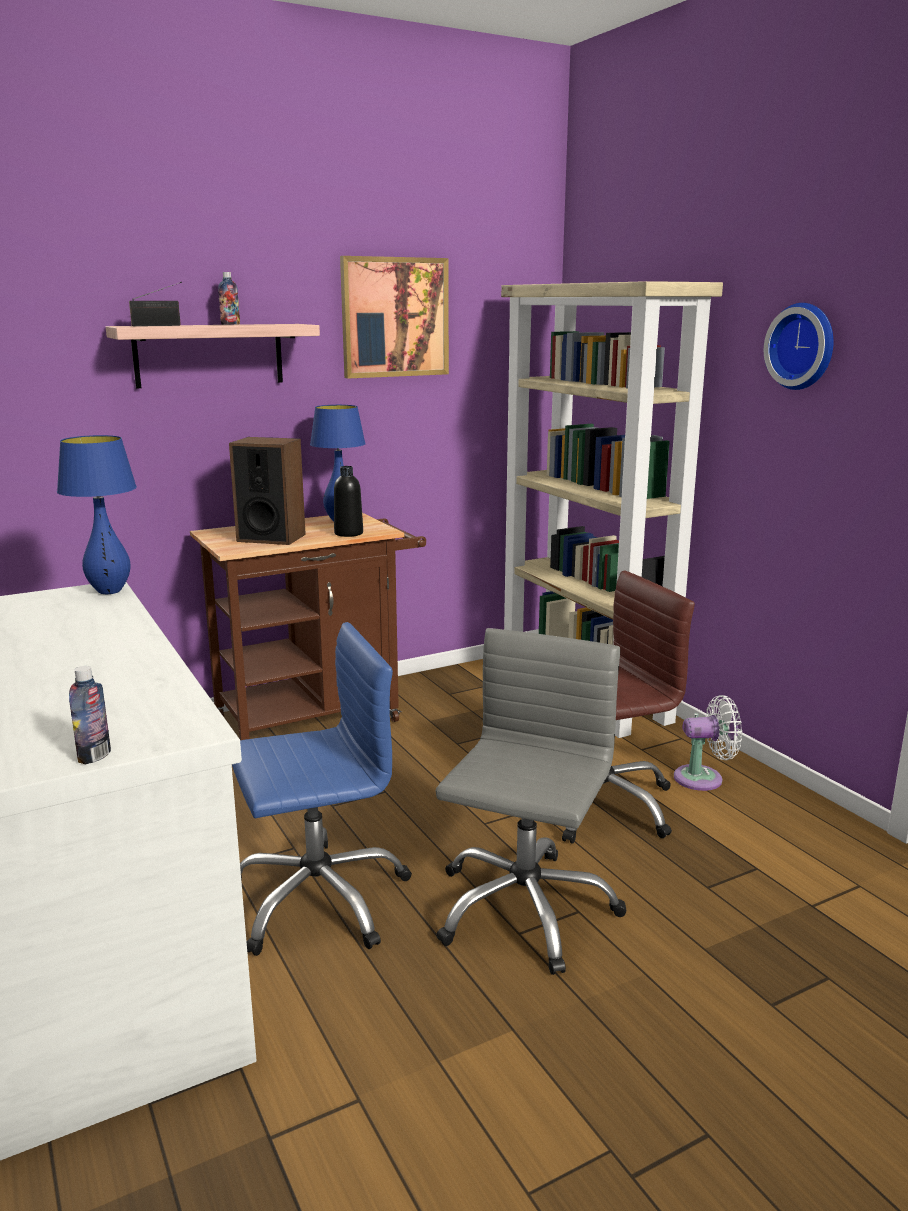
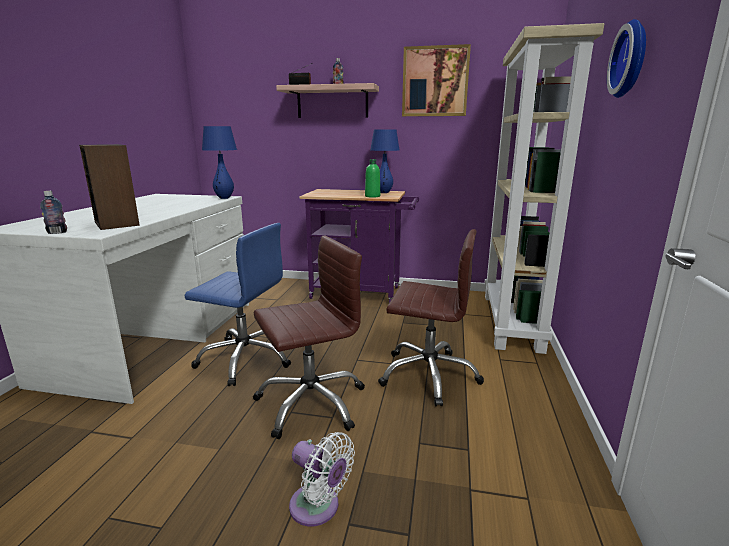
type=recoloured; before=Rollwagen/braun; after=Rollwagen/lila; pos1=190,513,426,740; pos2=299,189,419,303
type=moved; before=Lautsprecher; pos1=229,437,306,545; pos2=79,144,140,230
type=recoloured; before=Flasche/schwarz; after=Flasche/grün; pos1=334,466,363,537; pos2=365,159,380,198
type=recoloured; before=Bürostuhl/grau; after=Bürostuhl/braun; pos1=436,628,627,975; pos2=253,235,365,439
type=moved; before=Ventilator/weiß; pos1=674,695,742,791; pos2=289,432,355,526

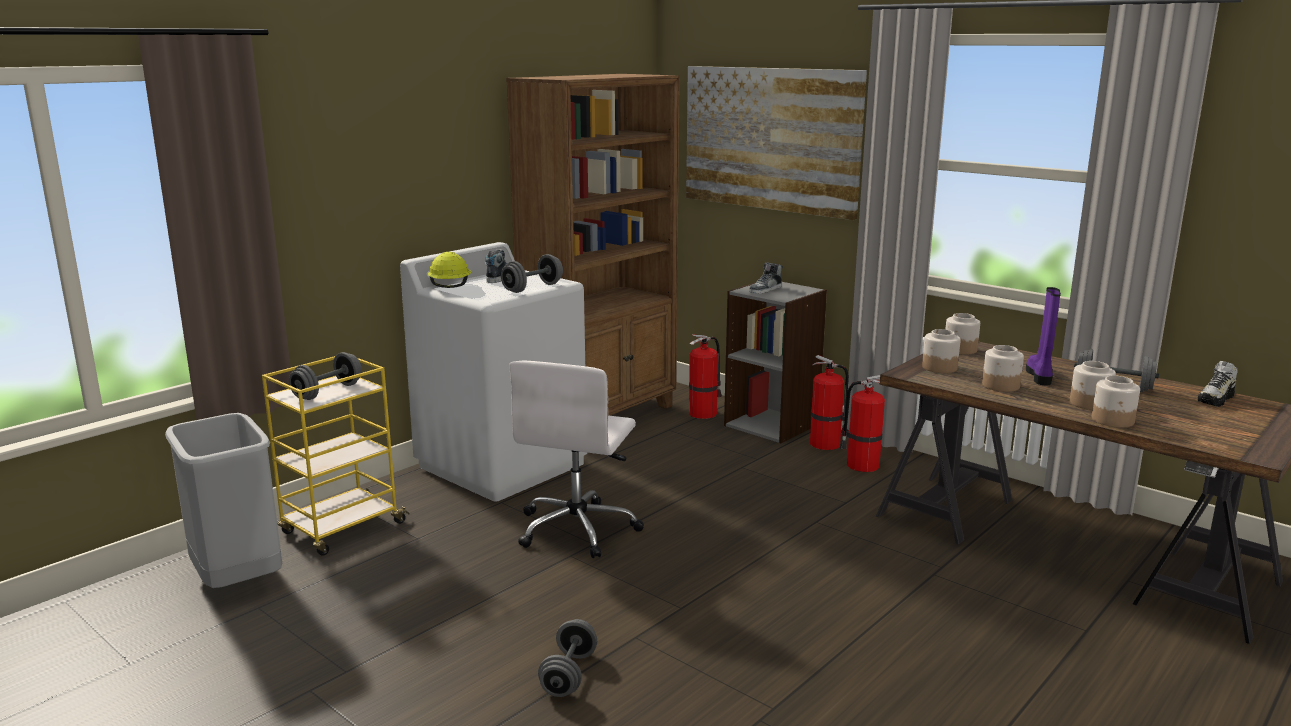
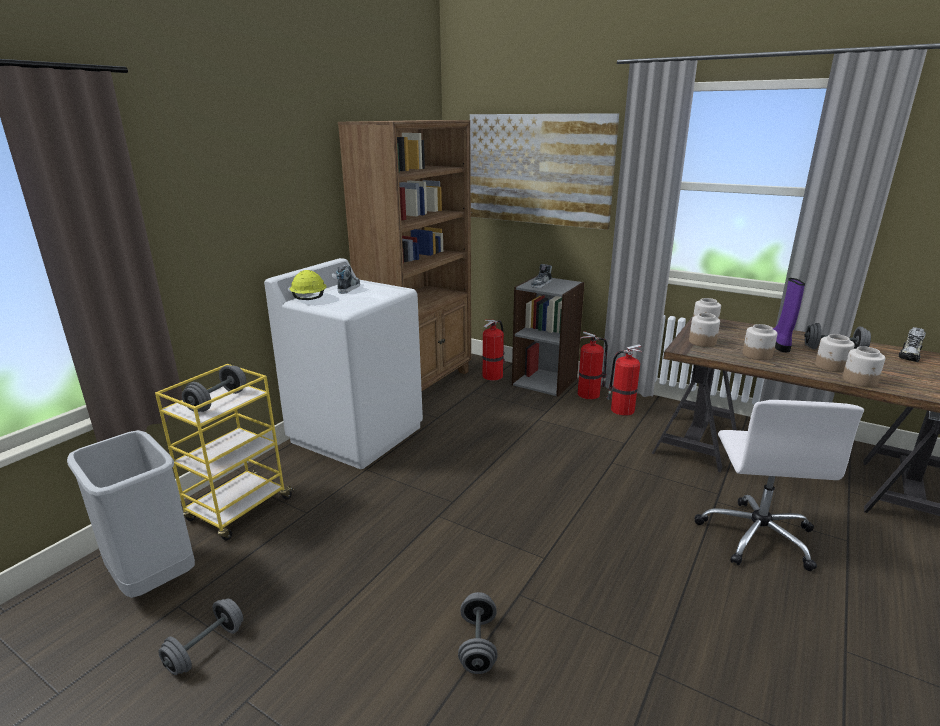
type=moved; before=Hantel/grau; pos1=501,254,563,293; pos2=158,598,243,675
type=moved; before=Bürostuhl/weiß; pos1=509,360,644,558; pos2=694,400,864,571

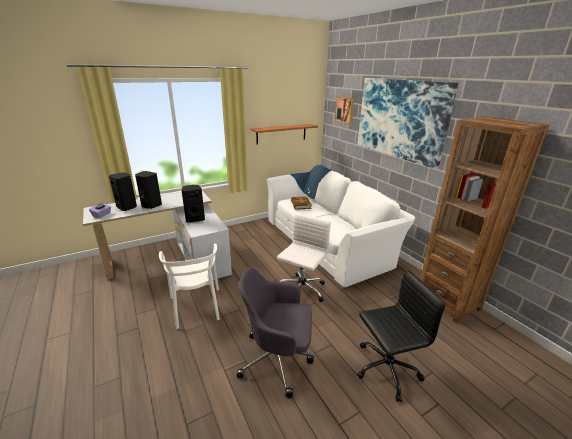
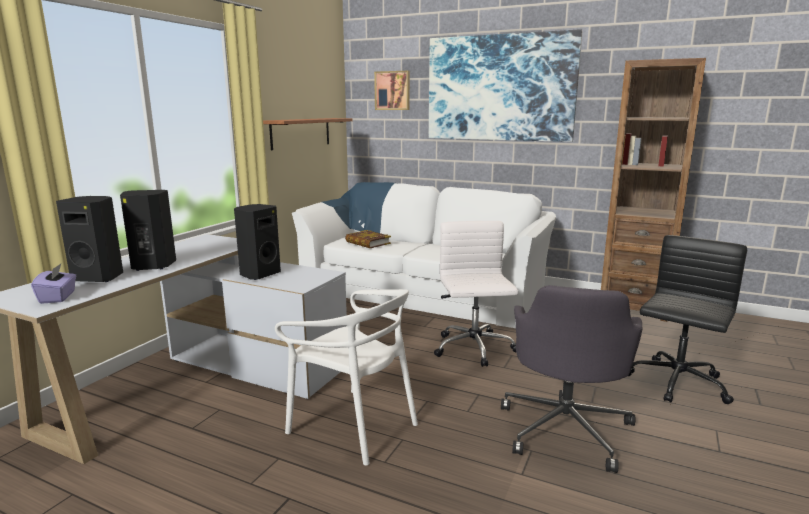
type=turned; before=Bürostuhl/grau; pos1=237,267,314,398; pos2=501,285,643,473; turn=-45

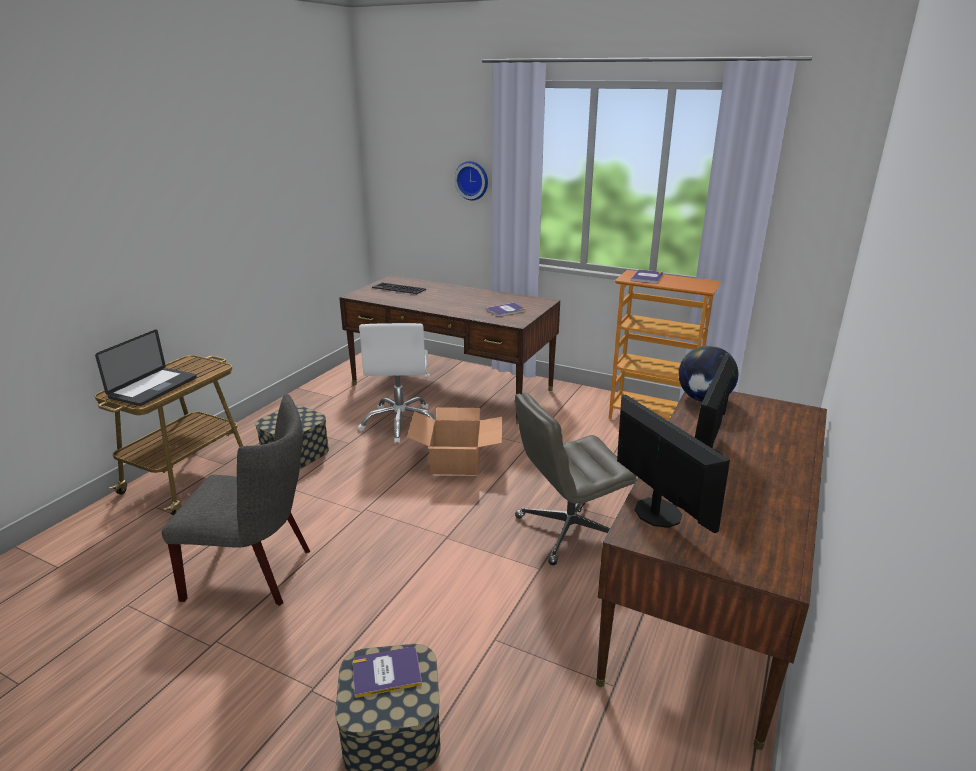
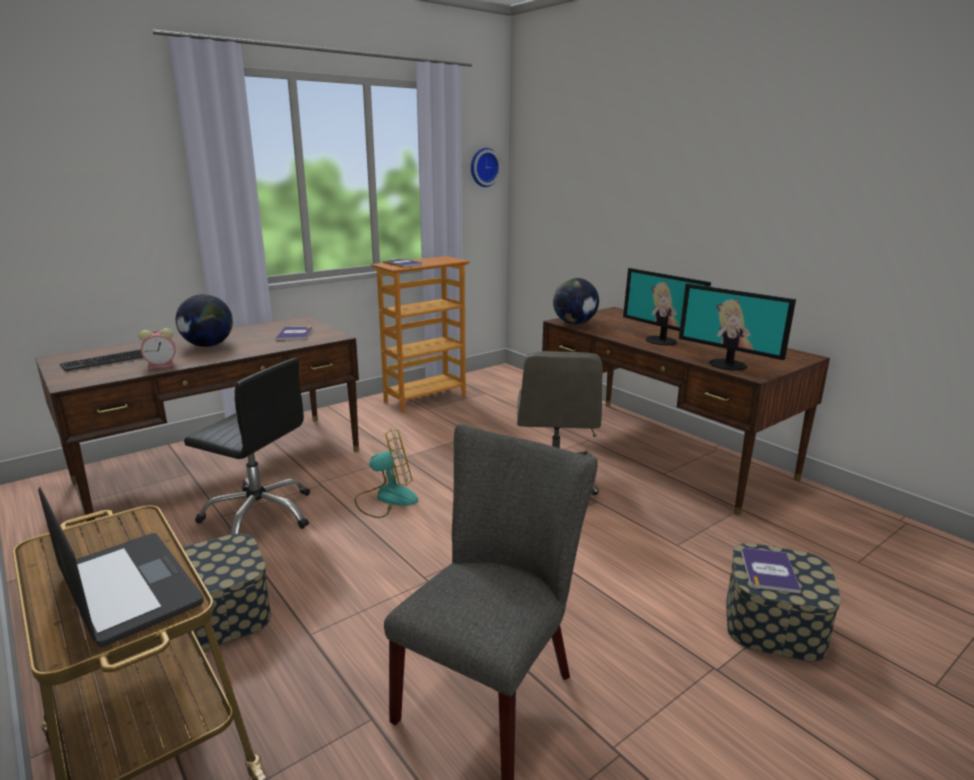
type=recoloured; before=Bürostuhl/weiß; after=Bürostuhl/schwarz; pos1=358,323,436,444; pos2=184,358,310,534
type=replaced; before=Karton; after=Ventilator; pos1=407,407,502,475; pos2=355,427,418,518
type=moved; before=Wanduhr; pos1=454,161,488,201; pos2=471,148,501,187
type=turned; before=Monitor; pos1=617,394,730,533; pos2=679,283,796,371; turn=-135
type=added; after=Wecker; pos2=139,328,176,369
type=added; after=Globus; pos2=176,294,233,347

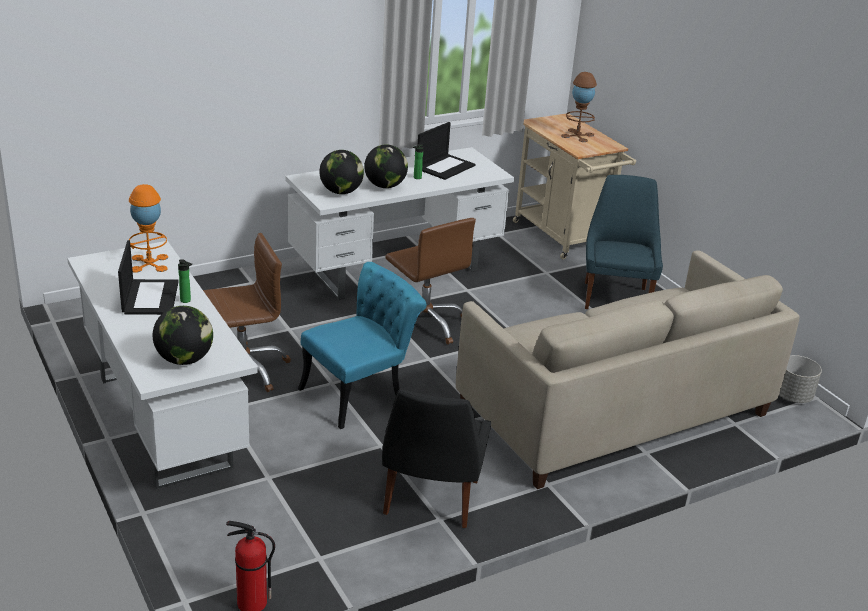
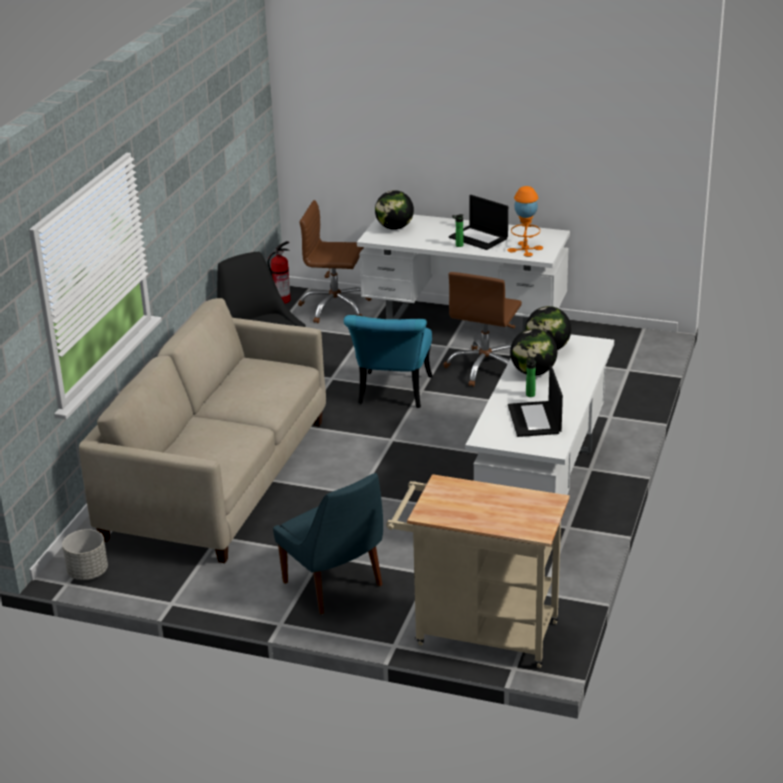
type=moved; before=Bürostuhl/braun; pos1=385,218,476,345; pos2=298,200,372,323
type=removed; before=Tischlampe/braun; pos1=561,72,597,142

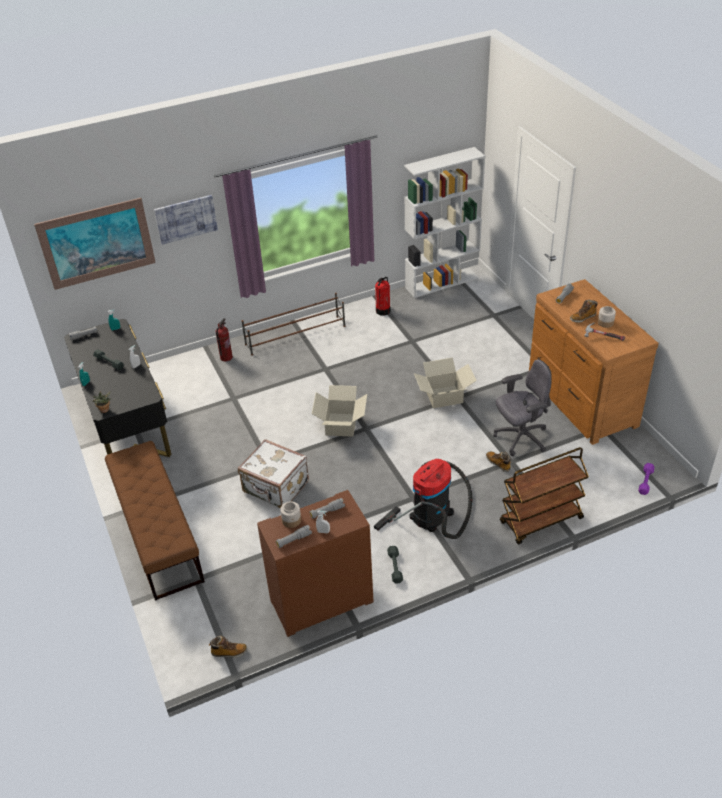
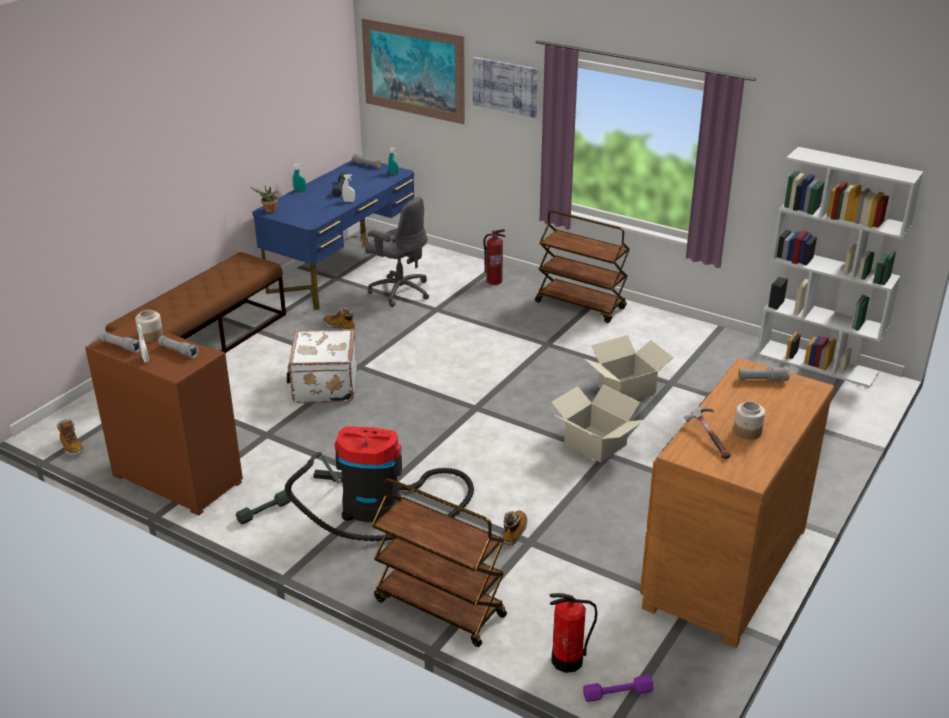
type=recoloured; before=Schreibtisch/schwarz; after=Schreibtisch/blau; pos1=64,319,171,457; pos2=252,160,414,310
type=replaced; before=Schuhregal/braun; after=Rollwagen/braun; pos1=242,293,345,355; pos2=535,210,630,323
type=moved; before=Karton; pos1=312,385,367,437; pos2=585,335,674,400
type=moved; before=Feuerlöscher; pos1=375,277,390,316; pos2=550,593,597,673
type=moved; before=Bürostuhl/grau; pos1=493,359,552,456; pos2=365,197,429,307
type=moved; before=Stiefel; pos1=570,299,598,323; pos2=323,307,355,329

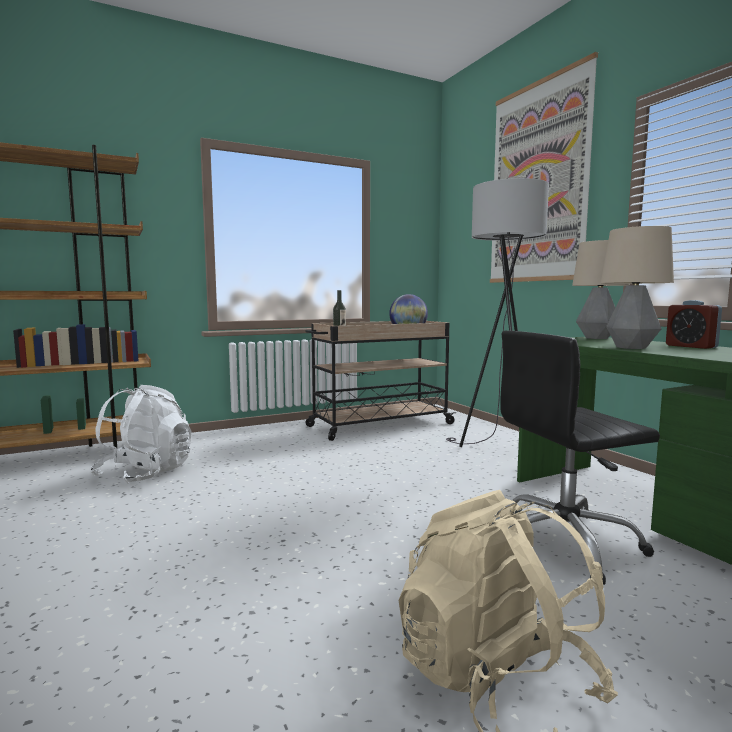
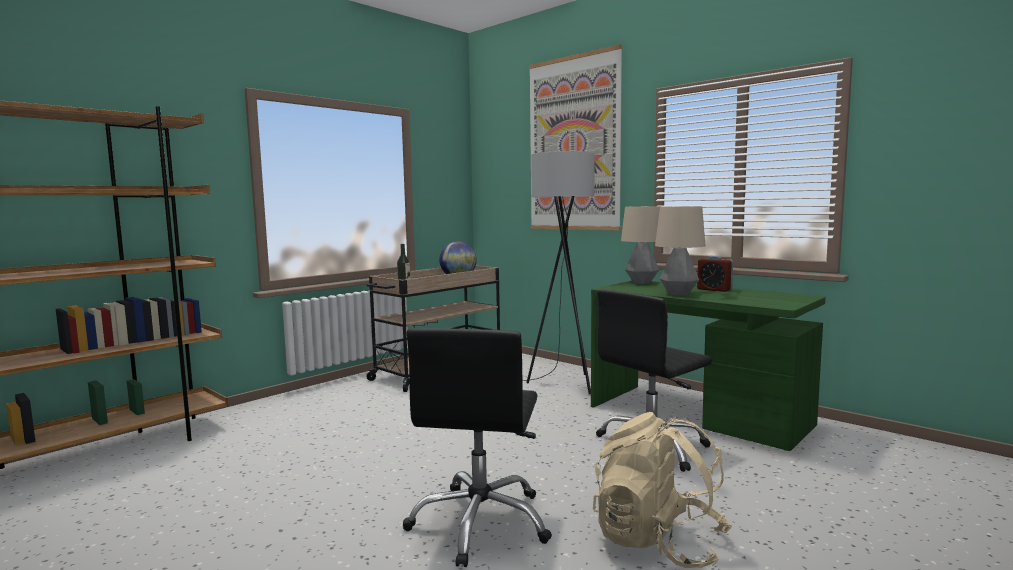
type=removed; before=Rucksack/weiß; pos1=90,385,192,484
type=added; after=Bürostuhl/schwarz; pos2=403,328,552,567

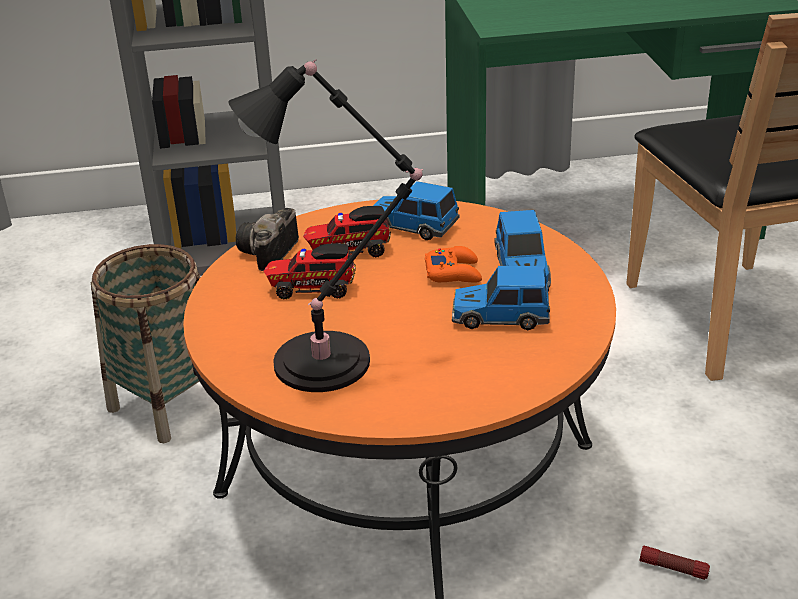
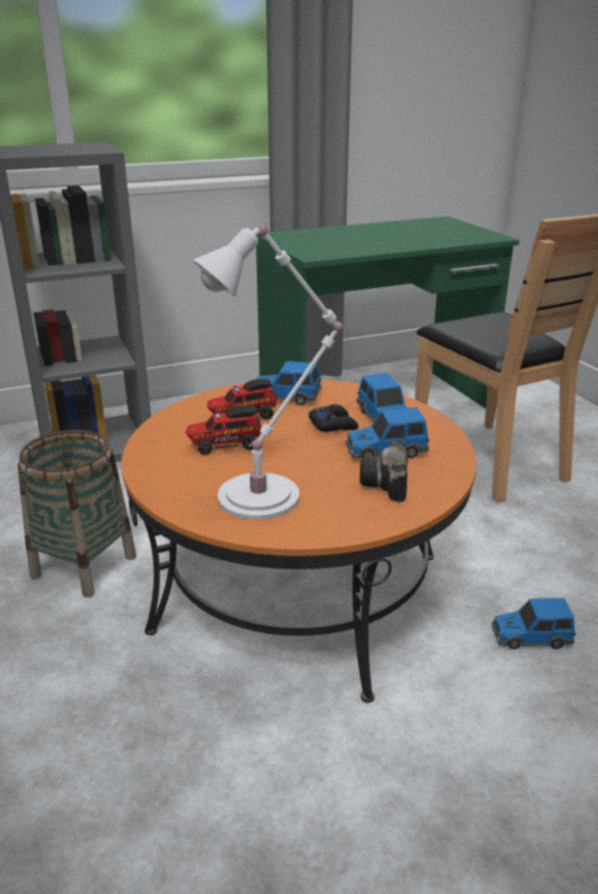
type=recoloured; before=Tischlampe/schwarz; after=Tischlampe/weiß; pos1=228,59,423,392; pos2=193,223,343,520
type=moved; before=Kamera; pos1=236,208,299,271; pos2=360,440,408,502
type=recoloured; before=Gamepad/orange; after=Gamepad/schwarz; pos1=425,246,482,283; pos2=308,404,359,432
type=replaced; before=Taschenlampe; after=Spielzeugauto; pos1=640,545,710,580; pos2=491,598,576,649

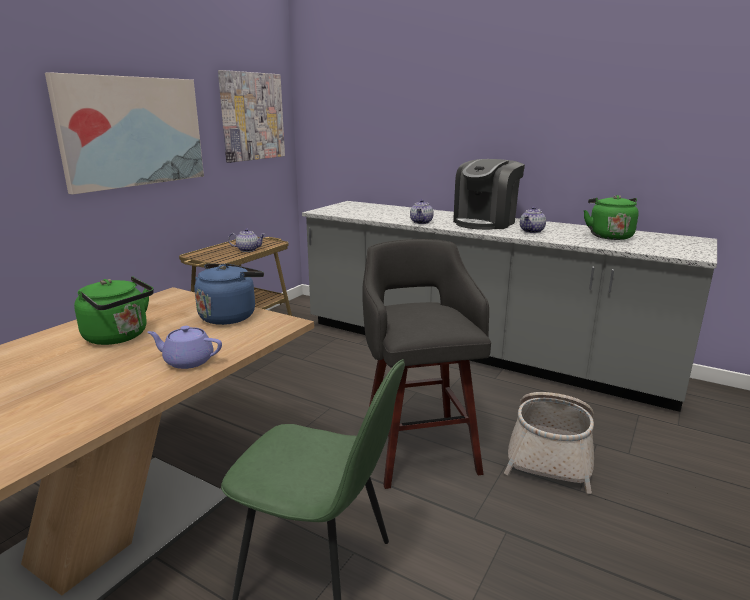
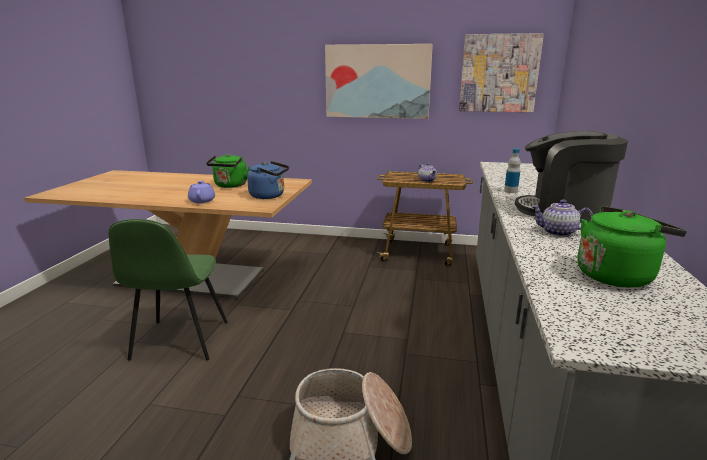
type=removed; before=Hocker/grau; pos1=362,239,491,489
type=replaced; before=Teekanne; after=Flasche; pos1=410,199,434,224; pos2=504,148,521,193

